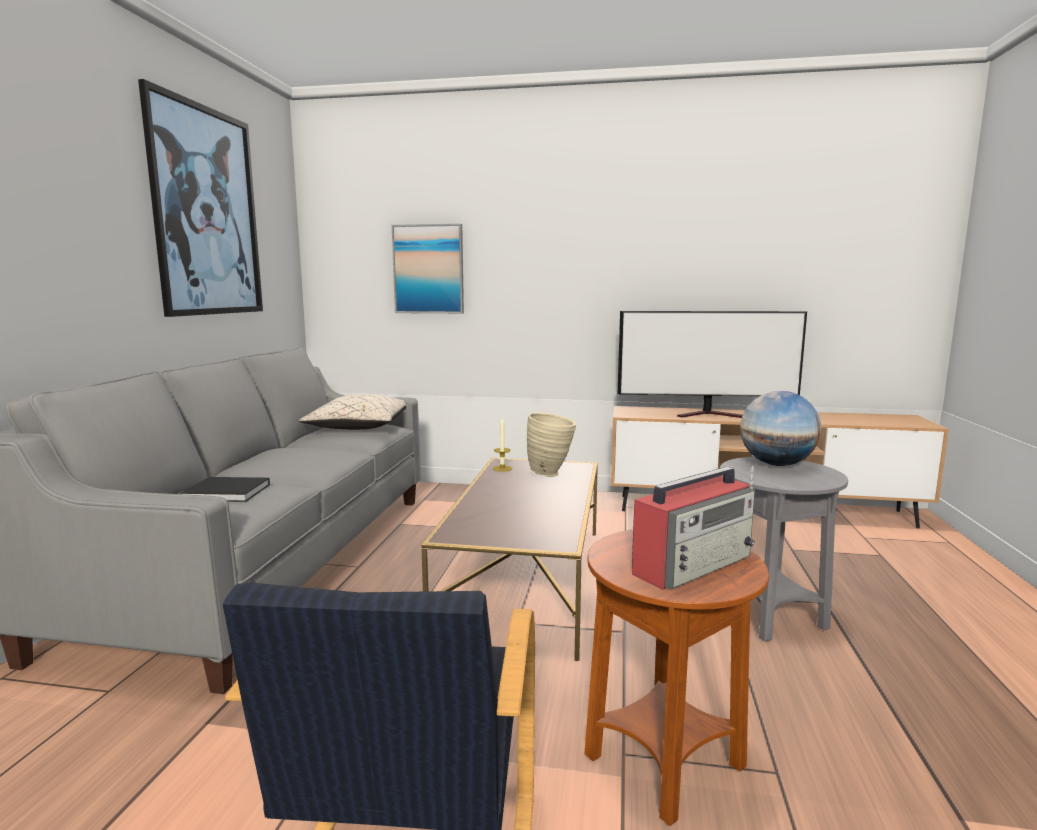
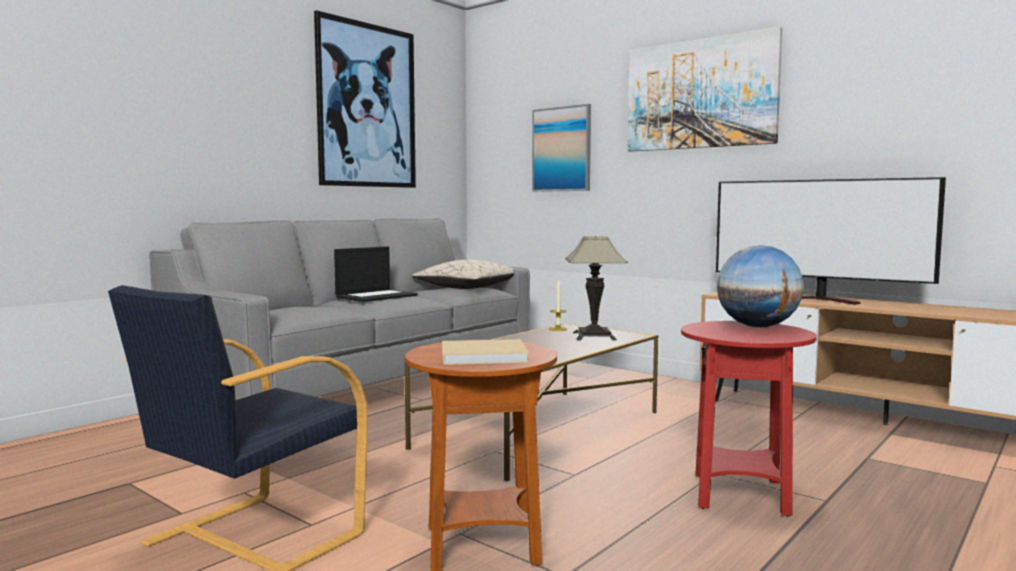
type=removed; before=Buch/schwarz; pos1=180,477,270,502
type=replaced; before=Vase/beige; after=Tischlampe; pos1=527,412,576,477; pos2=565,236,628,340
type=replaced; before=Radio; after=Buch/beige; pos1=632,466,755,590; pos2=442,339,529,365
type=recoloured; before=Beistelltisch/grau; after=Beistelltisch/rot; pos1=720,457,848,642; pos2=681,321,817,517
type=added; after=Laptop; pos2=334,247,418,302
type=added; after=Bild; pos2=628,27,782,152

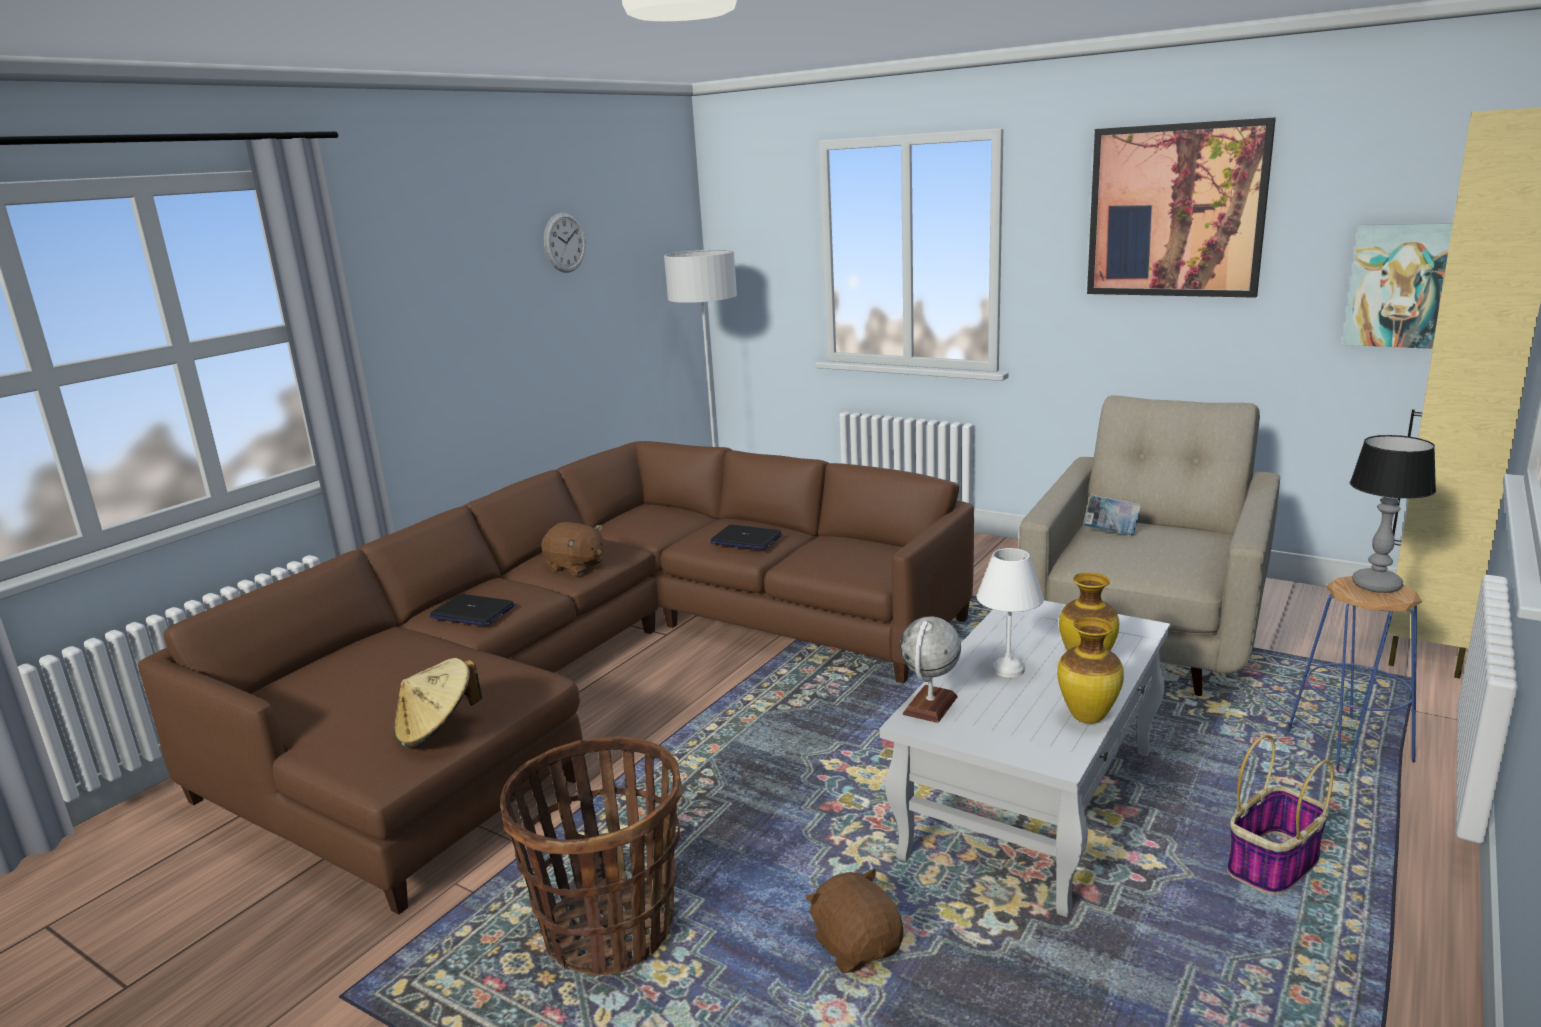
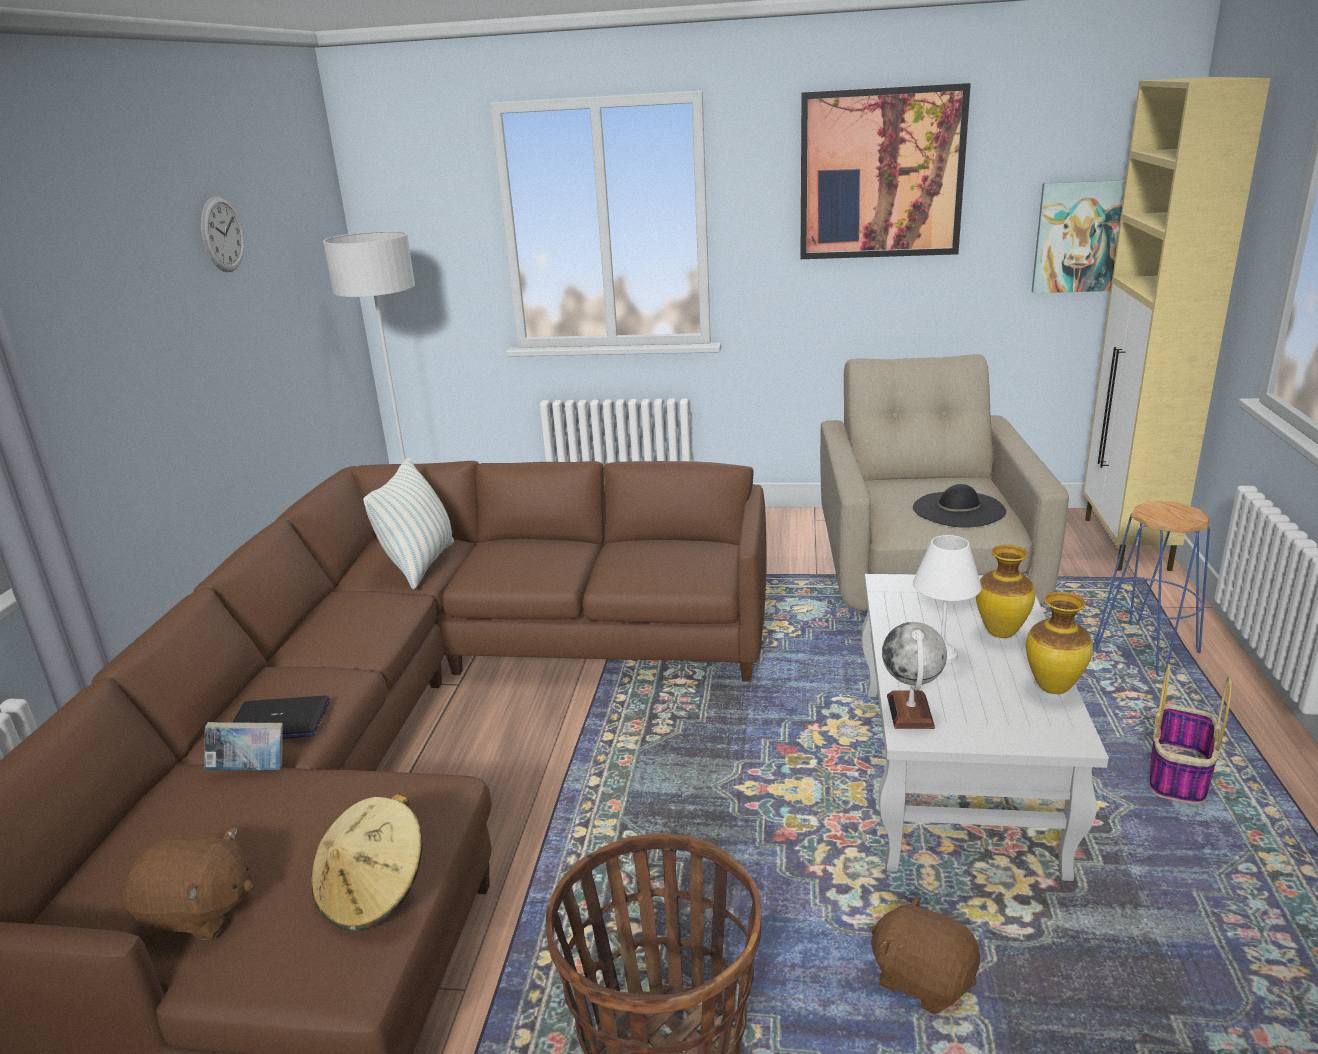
type=moved; before=Plüschtier/braun; pos1=541,522,604,575; pos2=123,827,253,940
type=removed; before=Laptop; pos1=710,525,782,550
type=moved; before=Buch; pos1=1083,494,1141,535; pos2=204,722,283,770
type=removed; before=Tischlampe; pos1=1350,435,1436,593
type=added; after=Kissen; pos2=363,458,454,590
type=added; after=Hut/schwarz; pos2=913,484,1006,528

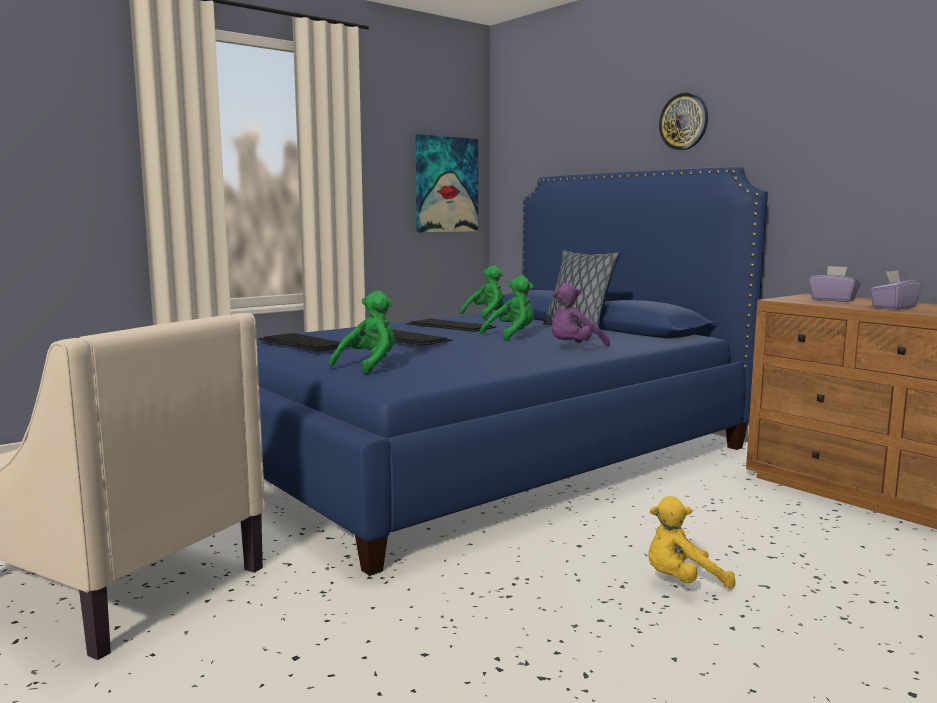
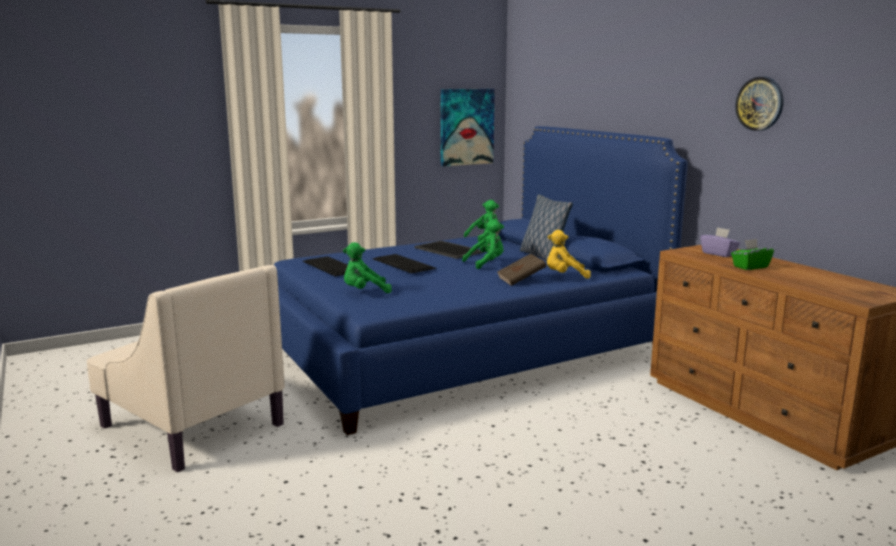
type=turned; before=Plüschtier/grün; pos1=329,291,395,374; pos2=343,242,392,293; turn=-150
type=replaced; before=Tastatur; after=Tablett; pos1=406,319,497,332; pos2=414,241,484,259
type=replaced; before=Plüschtier/lila; after=Buch/braun; pos1=551,283,610,346; pos2=497,254,546,286
type=moved; before=Plüschtier/gelb; pos1=648,496,736,589; pos2=547,230,591,279
type=moved; before=Wanduhr; pos1=659,92,708,150; pos2=735,77,784,131
type=recoloured; before=Taschentuchbox/lila; after=Taschentuchbox/grün; pos1=869,270,922,310; pos2=731,239,774,270

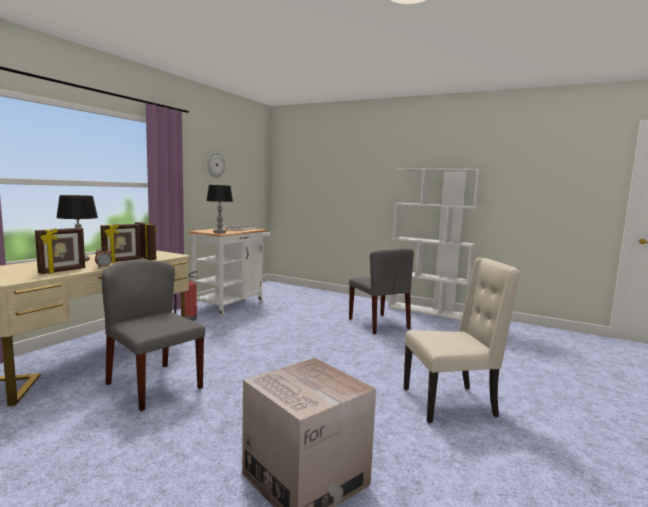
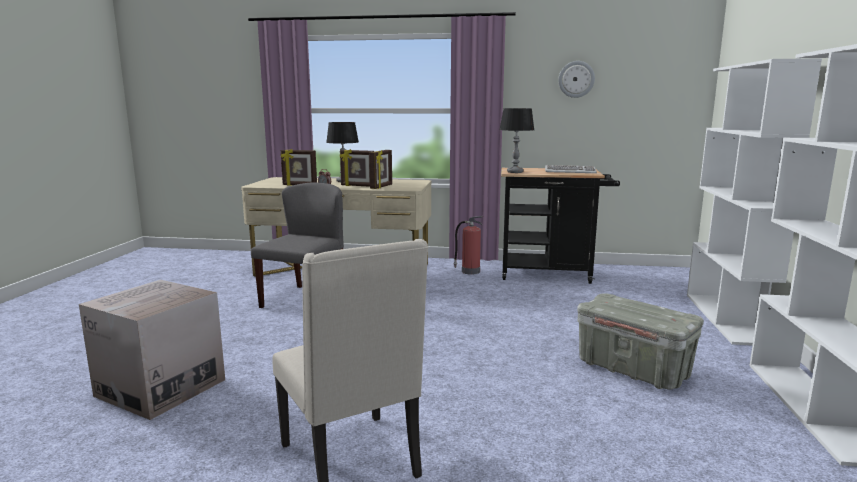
type=recoloured; before=Rollwagen/weiß; after=Rollwagen/schwarz; pos1=188,228,271,316; pos2=501,168,620,284
type=replaced; before=Stuhl/grau; after=Aufbewahrungsbox/grau; pos1=349,249,414,334; pos2=577,293,704,390
type=added; after=Bücherregal/weiß; pos2=687,58,822,345

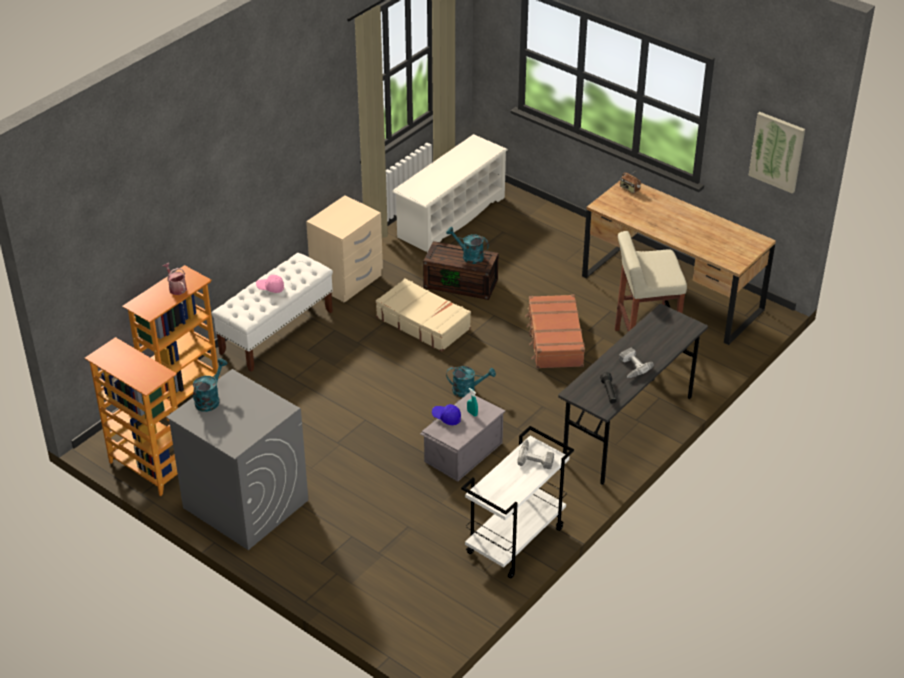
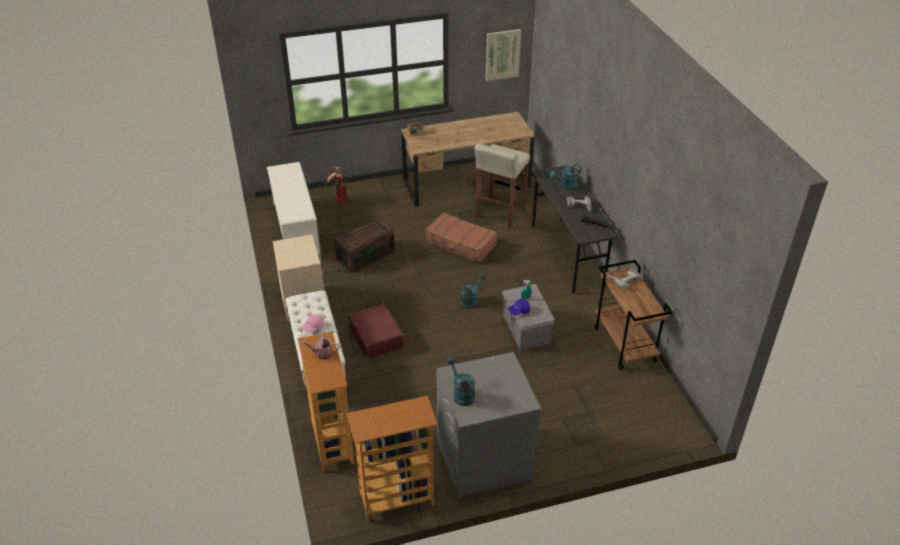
type=removed; before=Koffer/beige; pos1=376,278,471,352
type=moved; before=Gießkanne/türkis; pos1=446,227,489,264; pos2=550,164,581,189
type=recoloured; before=Rollwagen/weiß; after=Rollwagen/braun; pos1=461,426,574,579; pos2=594,260,673,370
type=added; after=Feuerlöscher; pos2=325,167,347,204
type=added; after=Koffer/rot; pos2=348,303,404,359

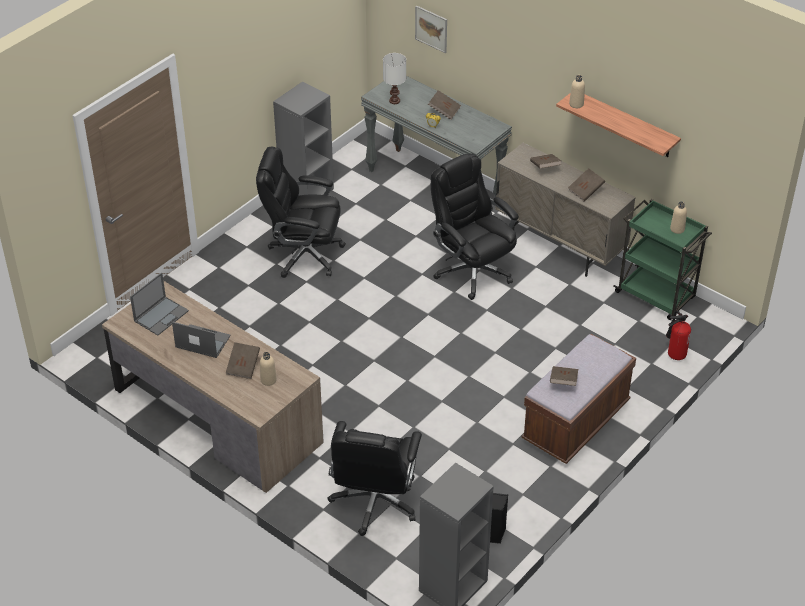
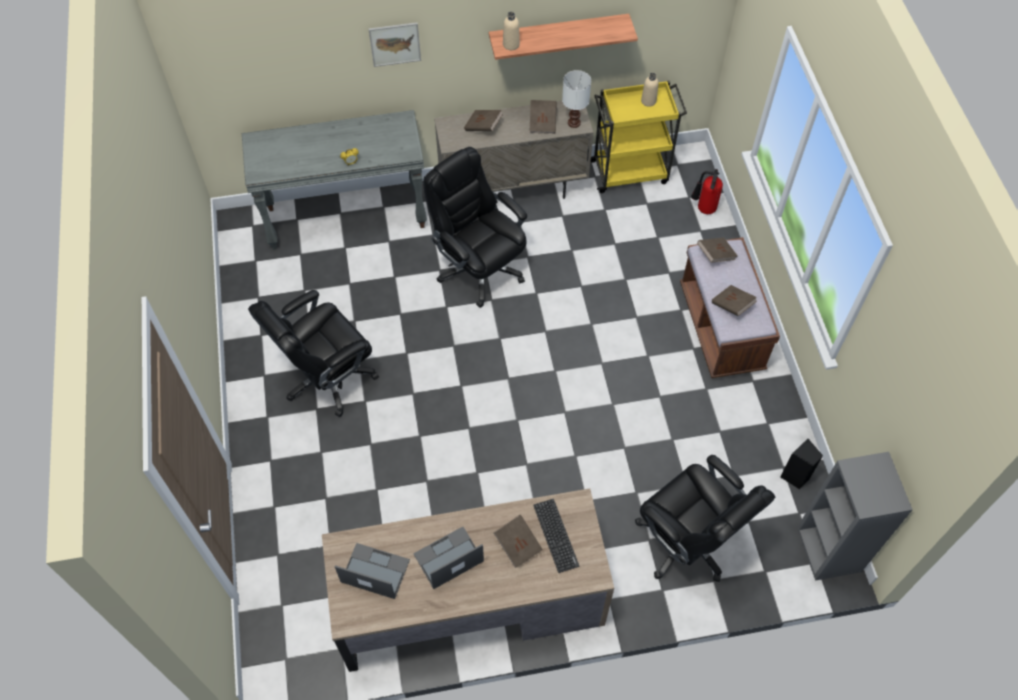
type=turned; before=Laptop; pos1=130,272,189,335; pos2=335,543,410,599; turn=-60
type=replaced; before=Flasche/beige; after=Tastatur; pos1=260,352,277,386; pos2=533,499,579,573
type=removed; before=Bücherregal/grau; pos1=273,82,334,196
type=moved; before=Tischlampe/weiß; pos1=383,53,406,104; pos2=562,70,591,128
type=moved; before=Bild; pos1=415,5,447,53; pos2=369,22,421,67
type=moved; before=Buch/braun; pos1=428,90,461,120; pos2=697,238,738,263
type=turned; before=Bürostuhl/schwarz; pos1=431,153,519,300; pos2=423,147,527,308; turn=45
type=recoloured; before=Rollwagen/grün; after=Rollwagen/gelb; pos1=614,199,712,320; pos2=591,81,687,193

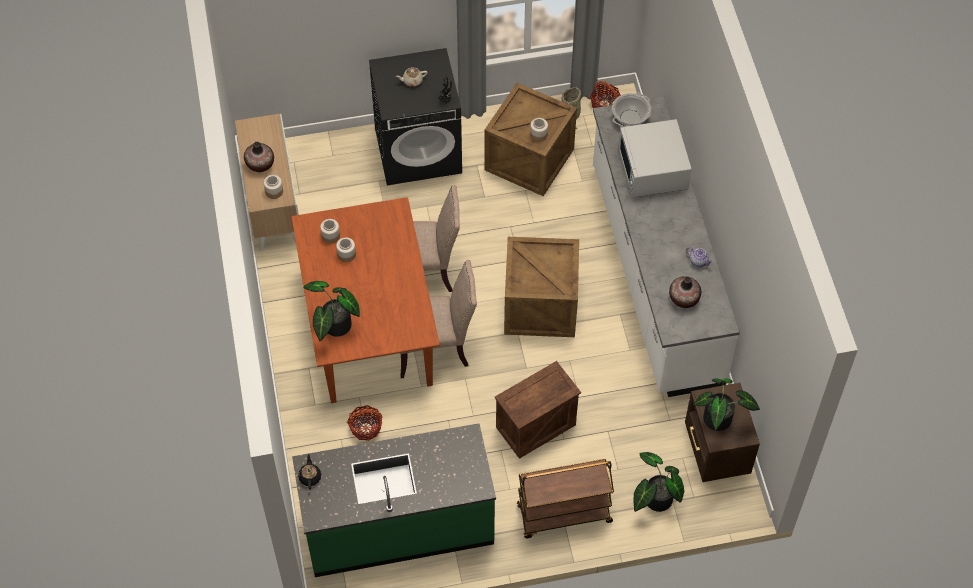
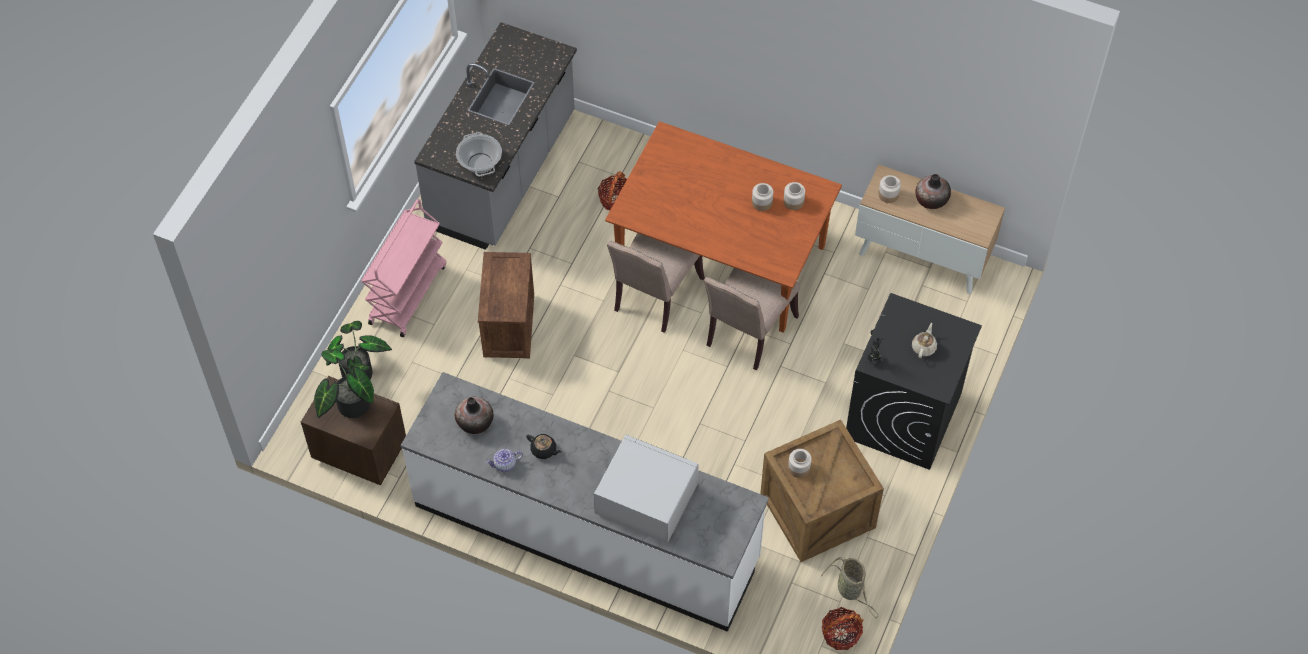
type=recoloured; before=Küchenzeile/grün; after=Küchenzeile/grau; pos1=292,423,496,577; pos2=414,22,577,250
type=moved; before=Teekanne/schwarz; pos1=298,454,321,489; pos2=526,434,562,459
type=removed; before=Topfpflanze; pos1=303,281,360,341
type=removed; before=Kiste; pos1=504,237,579,337
type=recoloured; before=Rollwagen/braun; after=Rollwagen/rosa; pos1=517,459,614,538; pos2=361,199,446,337
type=moved; before=Kochtopf; pos1=612,93,651,127; pos2=456,132,502,176

